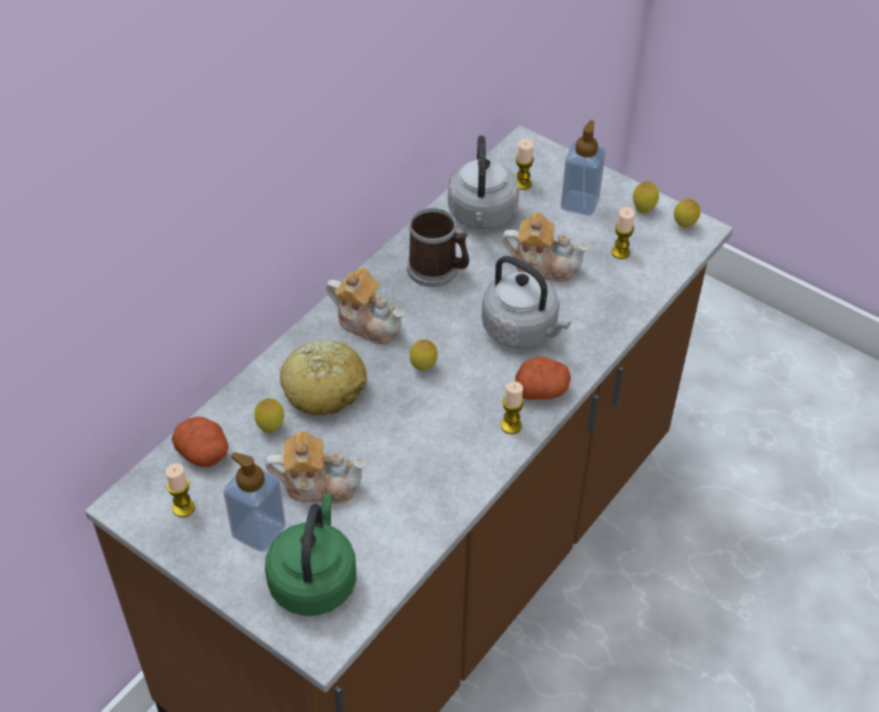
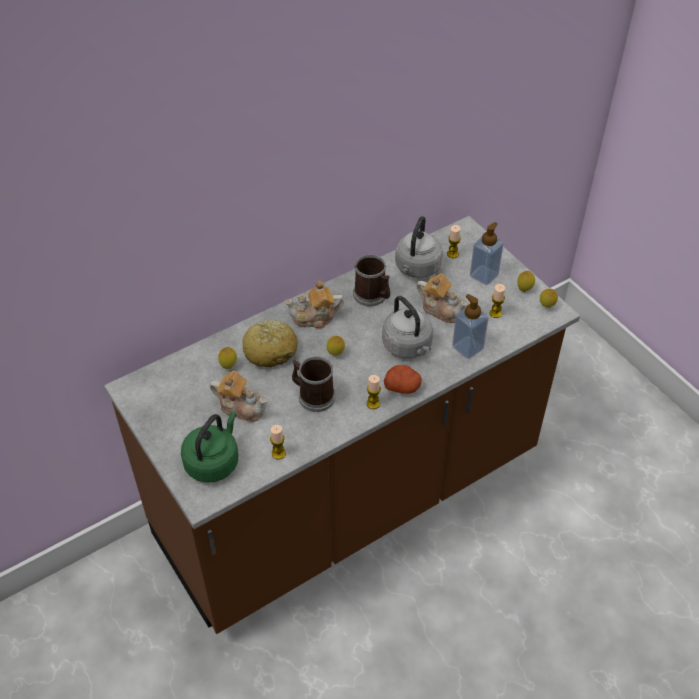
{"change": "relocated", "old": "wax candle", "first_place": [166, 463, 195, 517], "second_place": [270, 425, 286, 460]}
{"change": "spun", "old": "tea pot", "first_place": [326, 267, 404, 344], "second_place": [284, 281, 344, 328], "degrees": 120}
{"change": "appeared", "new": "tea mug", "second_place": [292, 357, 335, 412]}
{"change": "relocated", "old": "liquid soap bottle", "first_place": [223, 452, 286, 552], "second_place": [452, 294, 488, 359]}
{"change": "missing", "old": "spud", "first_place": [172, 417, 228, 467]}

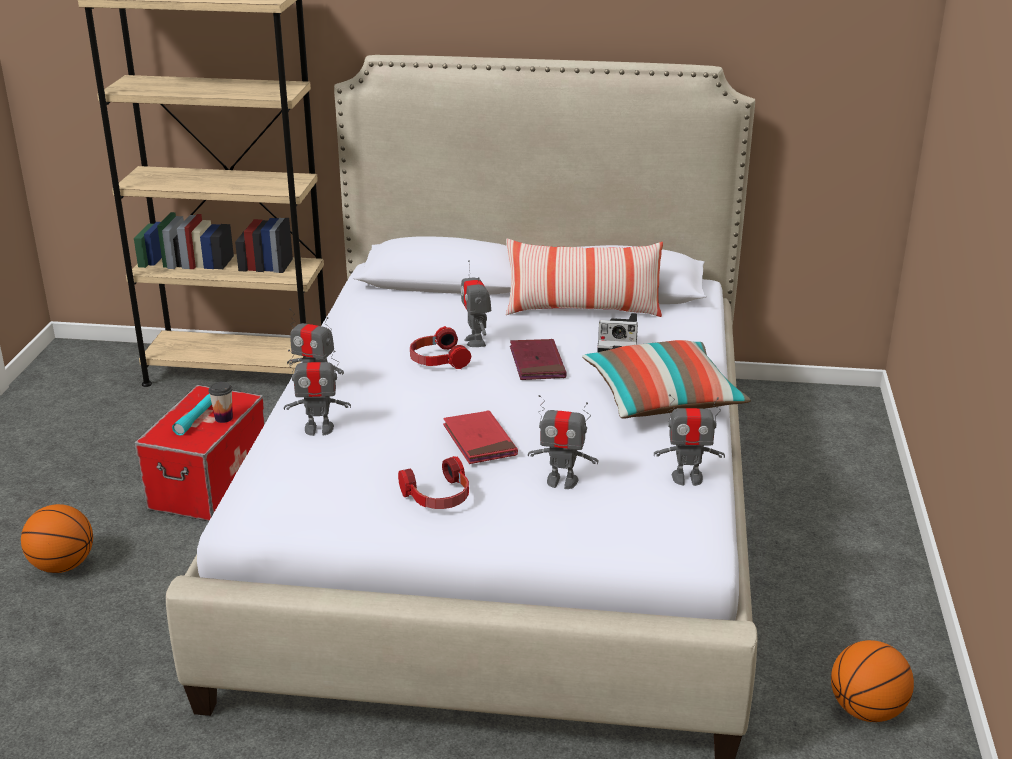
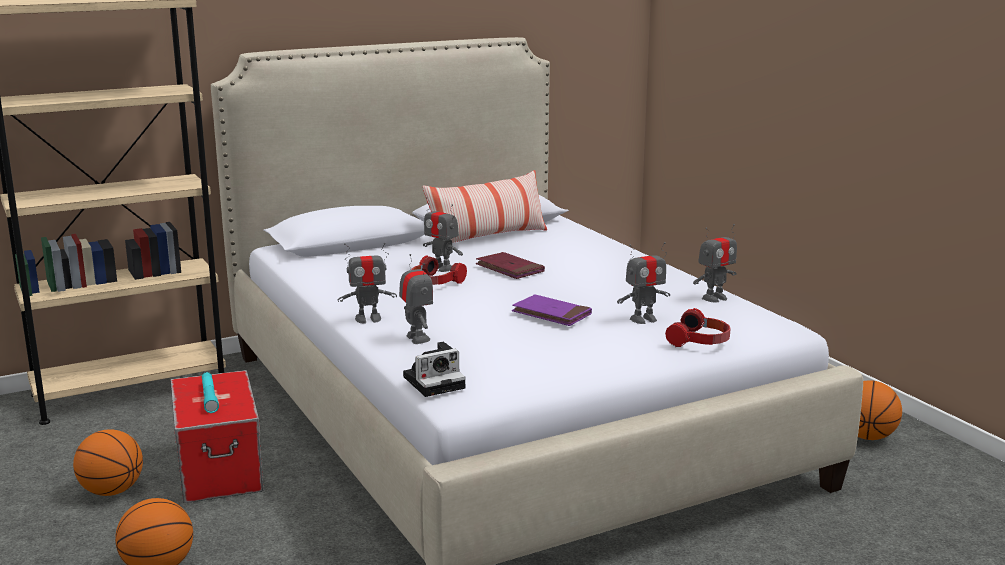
{"change": "appeared", "new": "ball for basketball", "second_place": [73, 429, 143, 496]}
{"change": "spun", "old": "model robot", "first_place": [284, 350, 351, 436], "second_place": [399, 254, 433, 344], "degrees": -75}
{"change": "relocated", "old": "still camera", "first_place": [597, 313, 638, 352], "second_place": [403, 342, 466, 397]}
{"change": "colour", "old": "book (red)", "new": "book (purple-coloured)", "first_place": [443, 411, 518, 464], "second_place": [512, 294, 592, 326]}
{"change": "relocated", "old": "pair of headphones", "first_place": [398, 456, 469, 509], "second_place": [665, 308, 731, 347]}
{"change": "missing", "old": "small cup", "first_place": [208, 382, 233, 423]}
{"change": "missing", "old": "throw pillow", "first_place": [582, 340, 751, 419]}

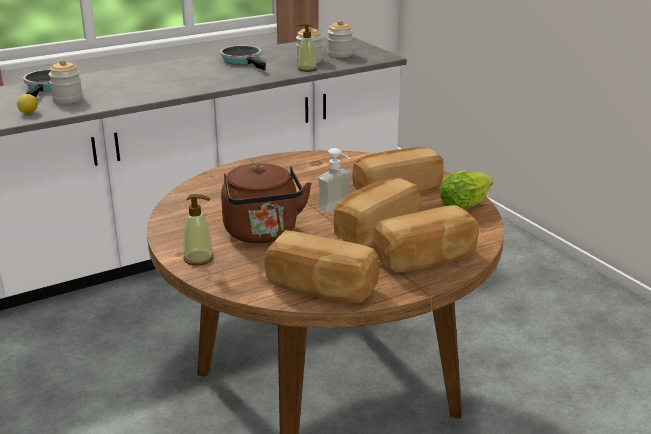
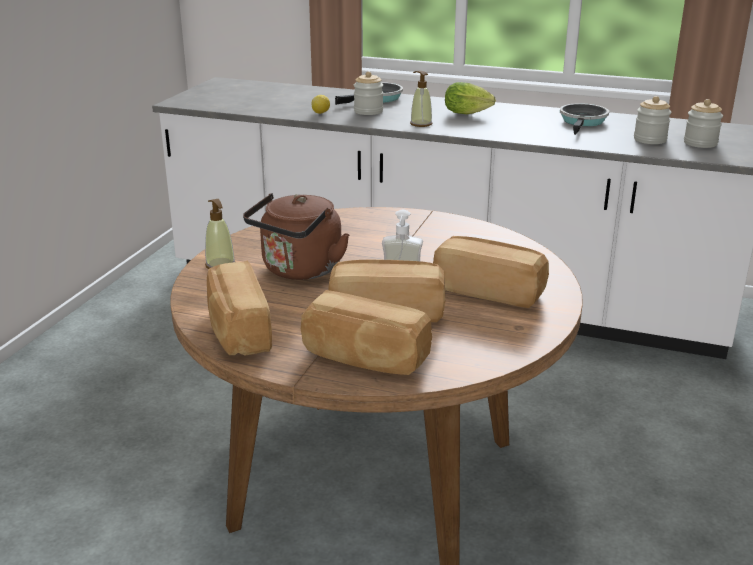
{"change": "relocated", "old": "liquid soap bottle", "first_place": [297, 23, 317, 72], "second_place": [410, 71, 432, 127]}
{"change": "relocated", "old": "lettuce head", "first_place": [439, 171, 493, 210], "second_place": [445, 82, 496, 114]}

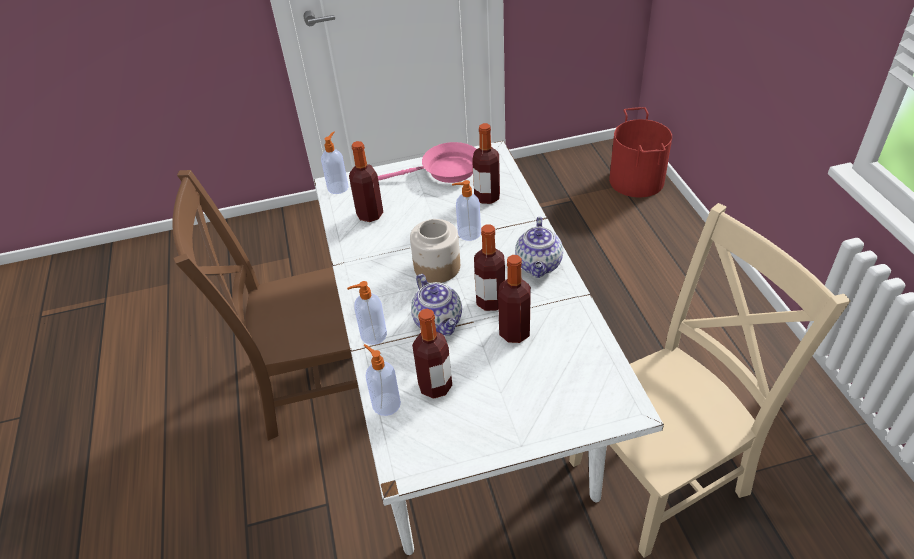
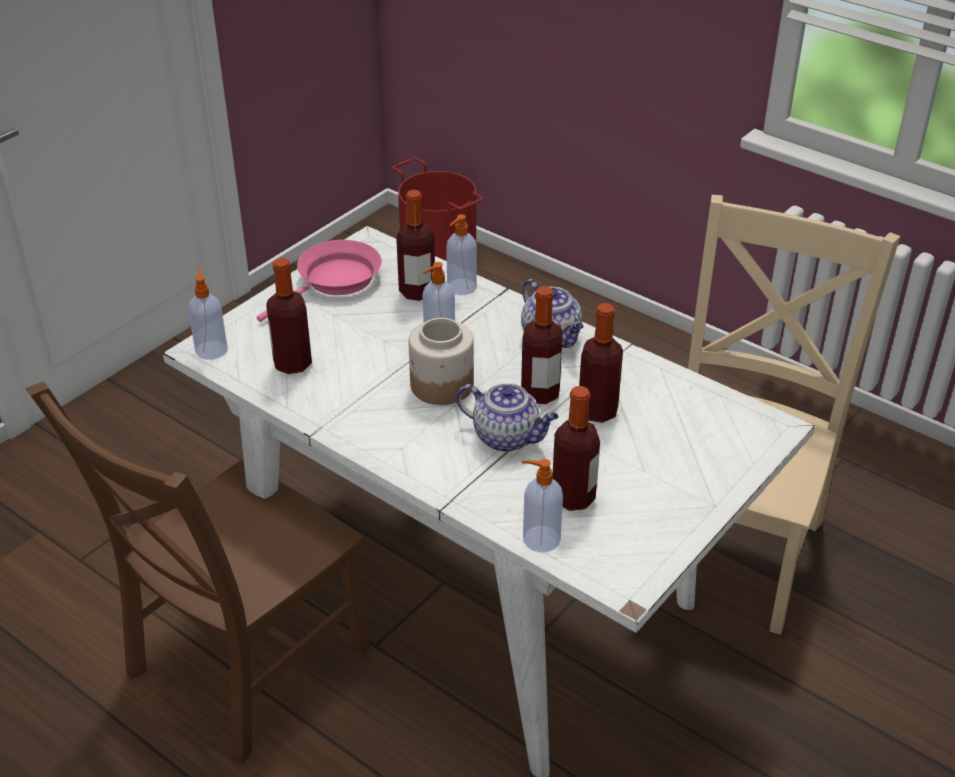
{"change": "relocated", "old": "liquid soap bottle", "first_place": [347, 281, 387, 345], "second_place": [446, 214, 477, 295]}

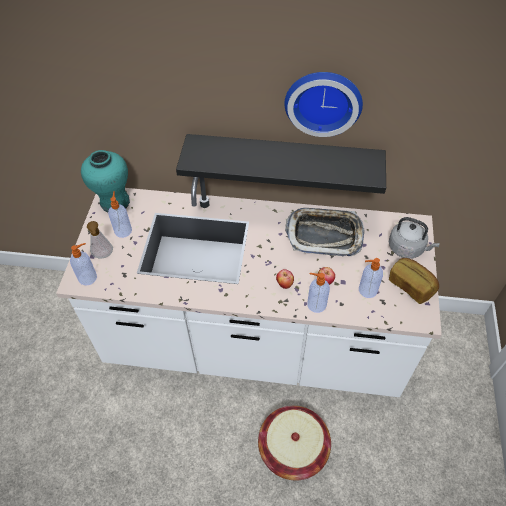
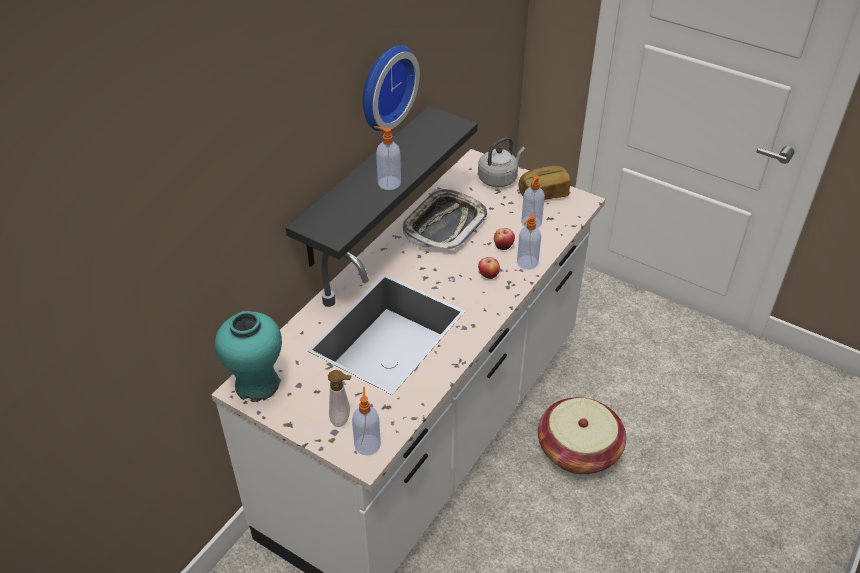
{"change": "relocated", "old": "liquid soap bottle", "first_place": [108, 191, 132, 238], "second_place": [374, 126, 401, 190]}

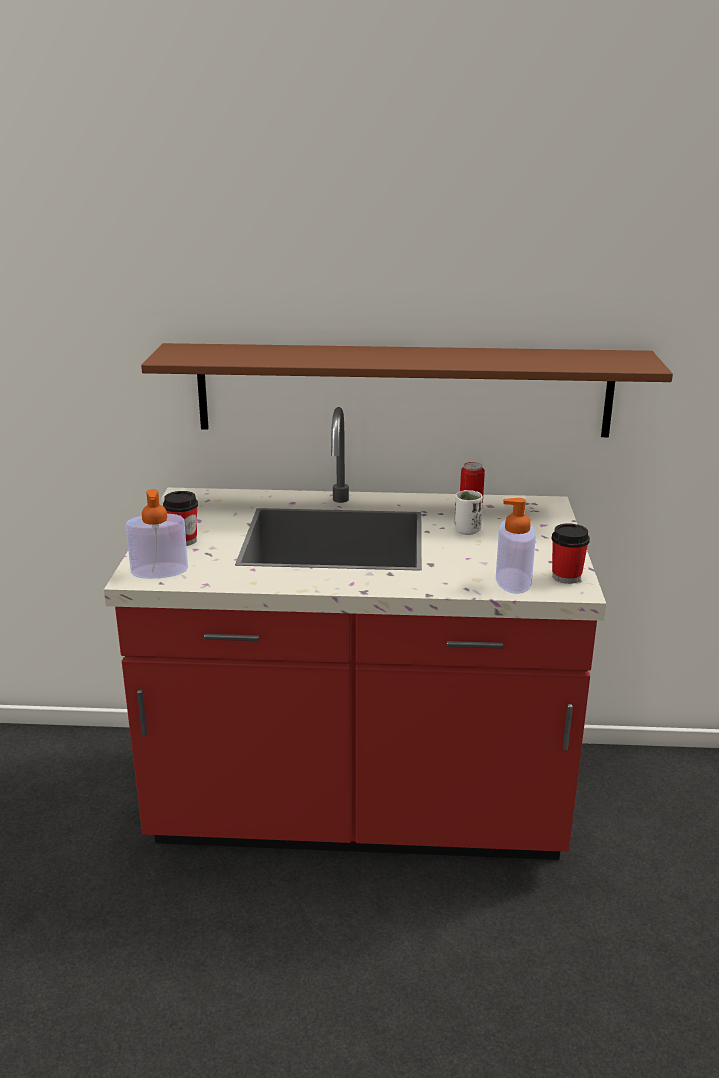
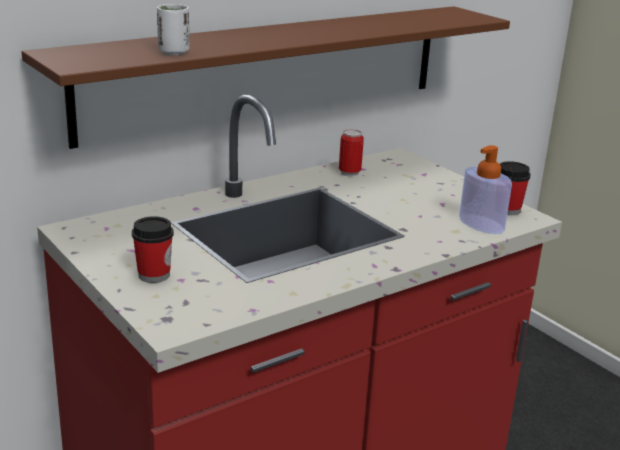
{"change": "relocated", "old": "small cup (white-coloured)", "first_place": [454, 490, 483, 535], "second_place": [157, 4, 190, 55]}
{"change": "missing", "old": "liquid soap bottle", "first_place": [126, 489, 188, 579]}

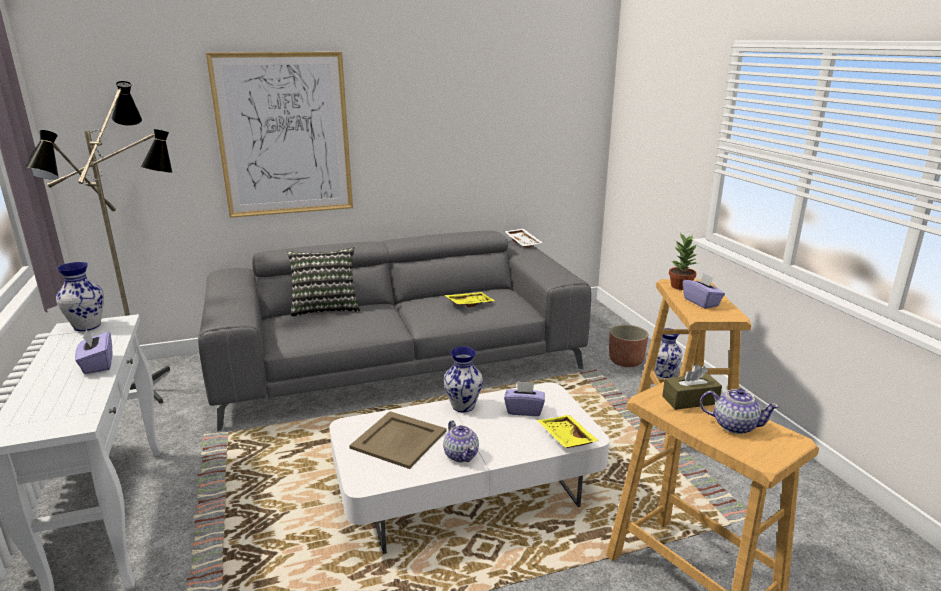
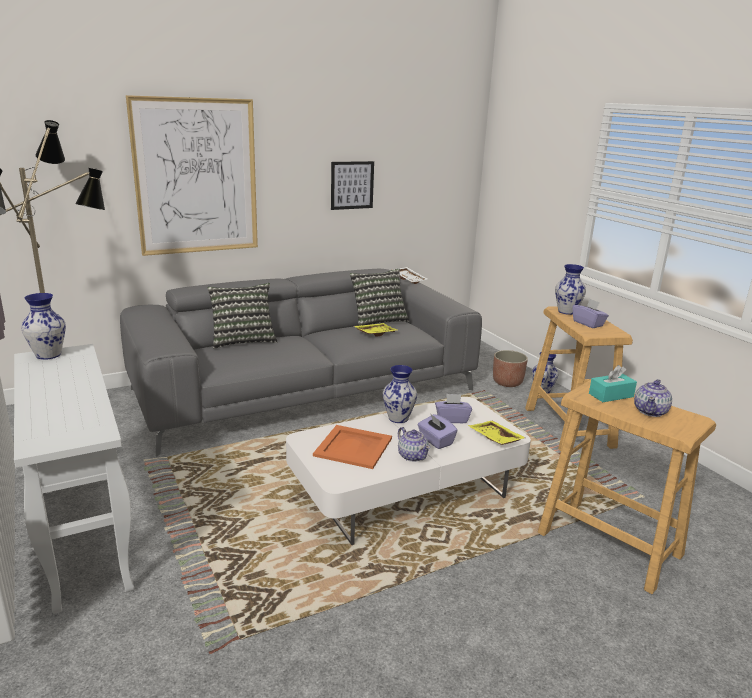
{"change": "colour", "old": "serving tray (sand-coloured)", "new": "serving tray (orangey)", "first_place": [349, 411, 446, 469], "second_place": [313, 425, 392, 469]}
{"change": "appeared", "new": "wall picture", "second_place": [331, 161, 374, 210]}
{"change": "appeared", "new": "throw pillow", "second_place": [350, 269, 409, 326]}
{"change": "relocated", "old": "box of tissues (purple-coloured)", "first_place": [75, 329, 112, 374], "second_place": [417, 413, 457, 449]}
{"change": "exchanged", "old": "plant in a pot", "new": "vase", "first_place": [669, 233, 698, 290], "second_place": [555, 264, 586, 315]}
{"change": "colour", "old": "box of tissues (brown-coloured)", "new": "box of tissues (turquoise)", "first_place": [662, 364, 722, 410], "second_place": [589, 365, 637, 402]}
{"change": "spun", "old": "tea pot", "first_place": [700, 388, 780, 434], "second_place": [634, 379, 672, 417], "degrees": 105}

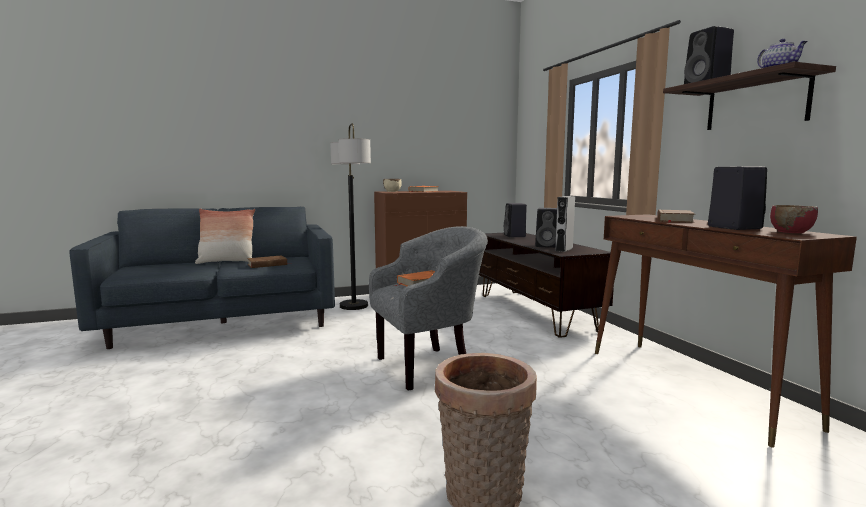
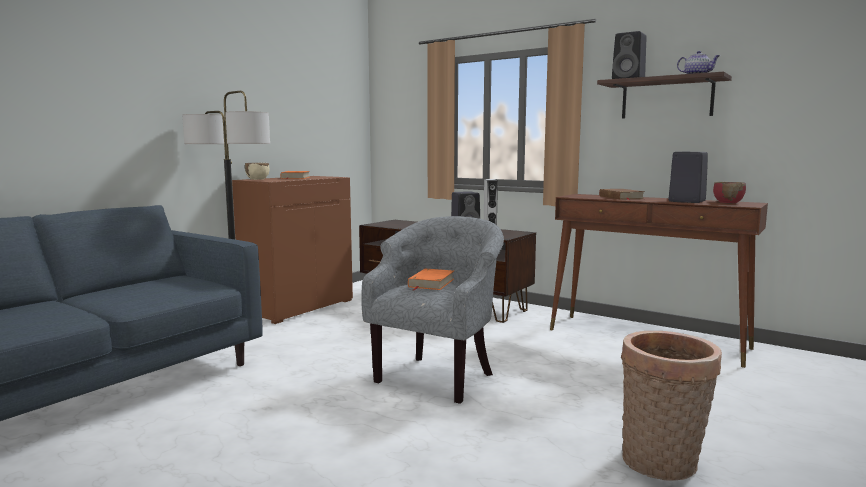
{"change": "missing", "old": "throw pillow", "first_place": [195, 208, 255, 264]}
{"change": "missing", "old": "book (brown-coloured)", "first_place": [247, 255, 292, 268]}
{"change": "missing", "old": "audio speaker (blackish)", "first_place": [504, 203, 527, 237]}

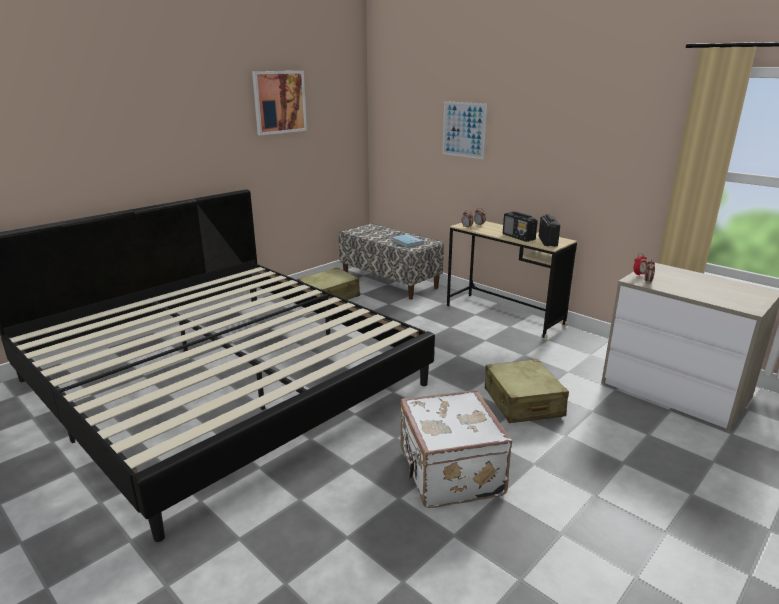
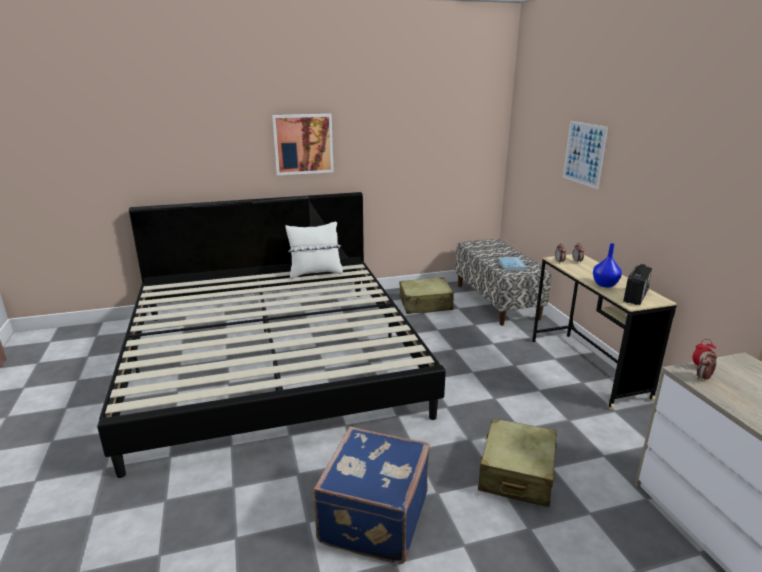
{"change": "relocated", "old": "wall picture", "first_place": [252, 71, 307, 135], "second_place": [272, 114, 334, 175]}
{"change": "appeared", "new": "throw pillow (white-coloured)", "second_place": [285, 222, 343, 279]}
{"change": "colour", "old": "suitcase (white-coloured)", "new": "suitcase (blue)", "first_place": [399, 390, 512, 508], "second_place": [313, 427, 430, 564]}
{"change": "exchanged", "old": "radio", "new": "vase (blue)", "first_place": [503, 211, 538, 242], "second_place": [593, 243, 622, 288]}

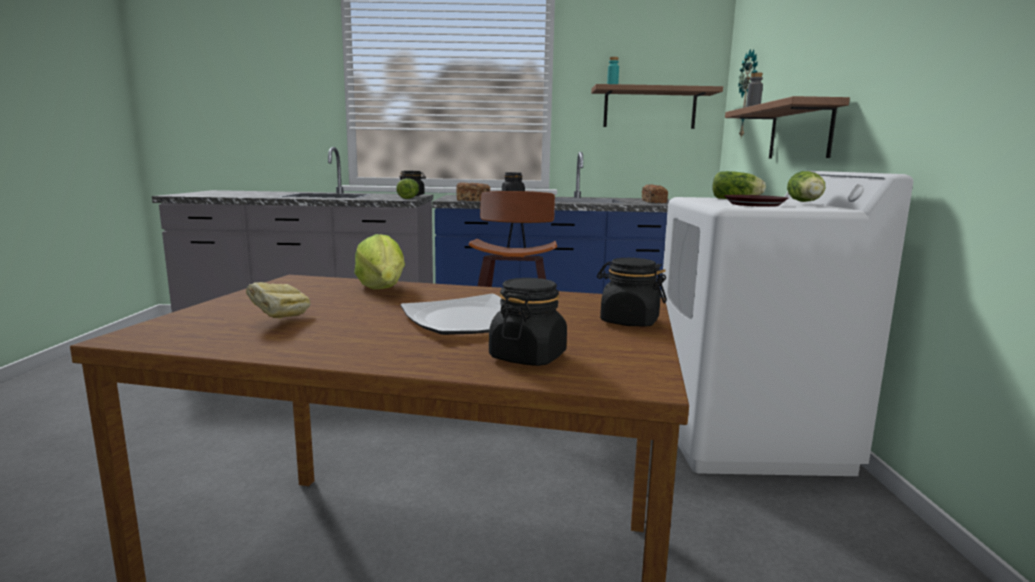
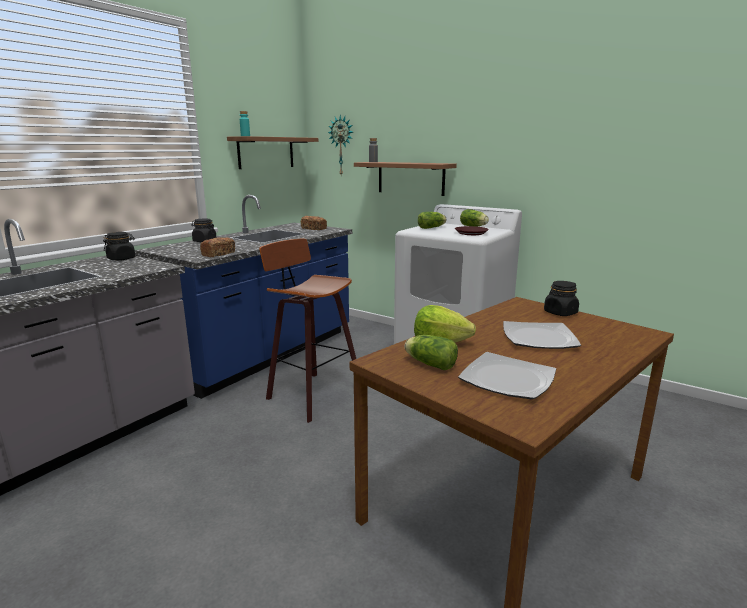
{"change": "relocated", "old": "lettuce head", "first_place": [396, 178, 419, 199], "second_place": [404, 335, 458, 370]}
{"change": "exchanged", "old": "bread", "new": "plate", "first_place": [246, 282, 311, 319], "second_place": [458, 352, 556, 399]}
{"change": "missing", "old": "jar (blackish)", "first_place": [489, 278, 567, 366]}

